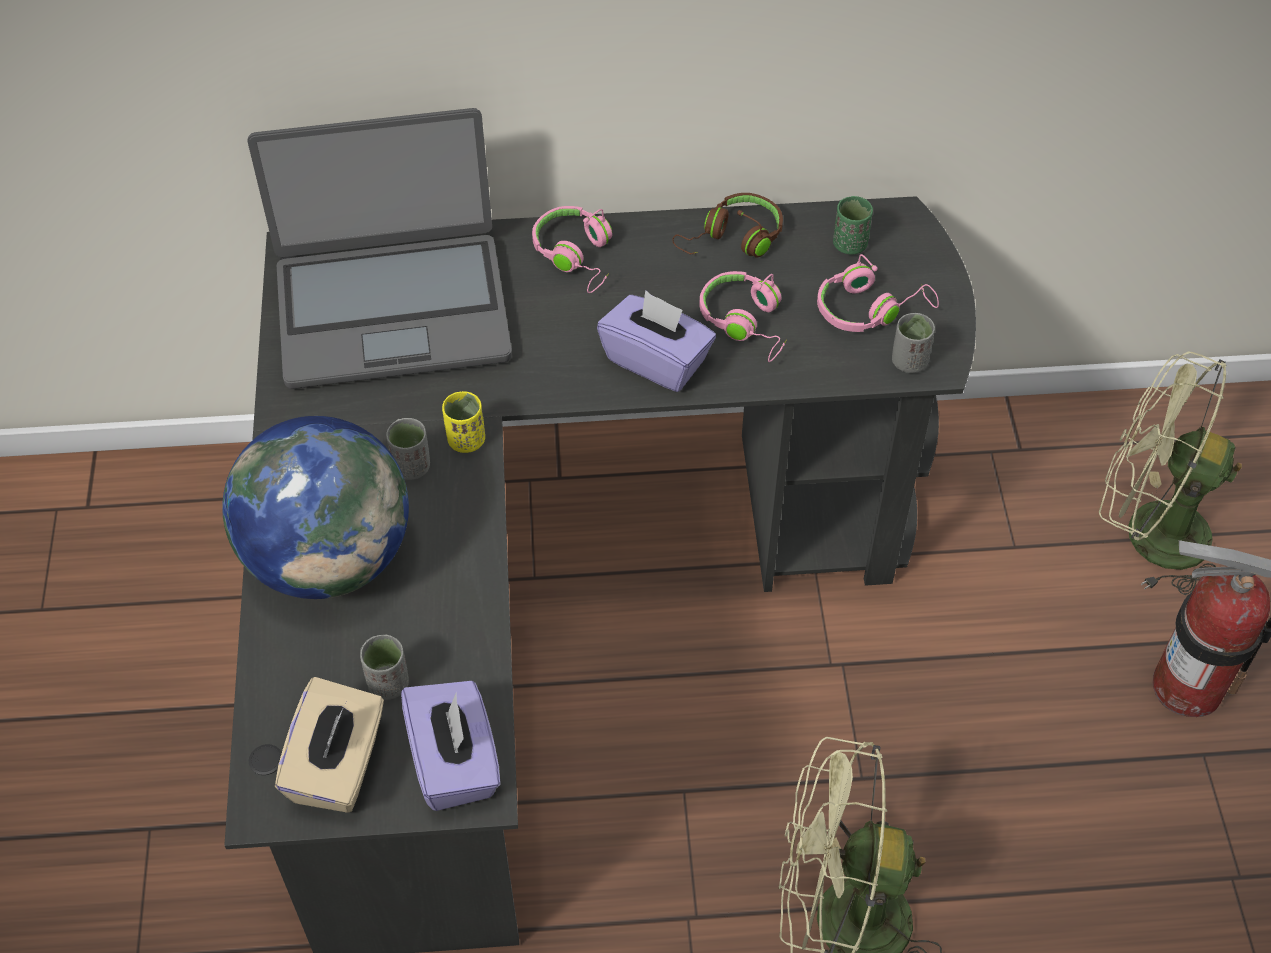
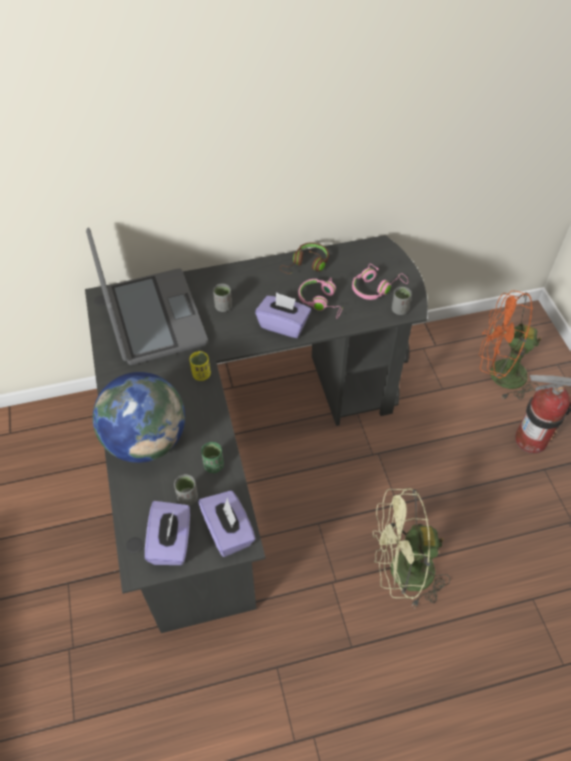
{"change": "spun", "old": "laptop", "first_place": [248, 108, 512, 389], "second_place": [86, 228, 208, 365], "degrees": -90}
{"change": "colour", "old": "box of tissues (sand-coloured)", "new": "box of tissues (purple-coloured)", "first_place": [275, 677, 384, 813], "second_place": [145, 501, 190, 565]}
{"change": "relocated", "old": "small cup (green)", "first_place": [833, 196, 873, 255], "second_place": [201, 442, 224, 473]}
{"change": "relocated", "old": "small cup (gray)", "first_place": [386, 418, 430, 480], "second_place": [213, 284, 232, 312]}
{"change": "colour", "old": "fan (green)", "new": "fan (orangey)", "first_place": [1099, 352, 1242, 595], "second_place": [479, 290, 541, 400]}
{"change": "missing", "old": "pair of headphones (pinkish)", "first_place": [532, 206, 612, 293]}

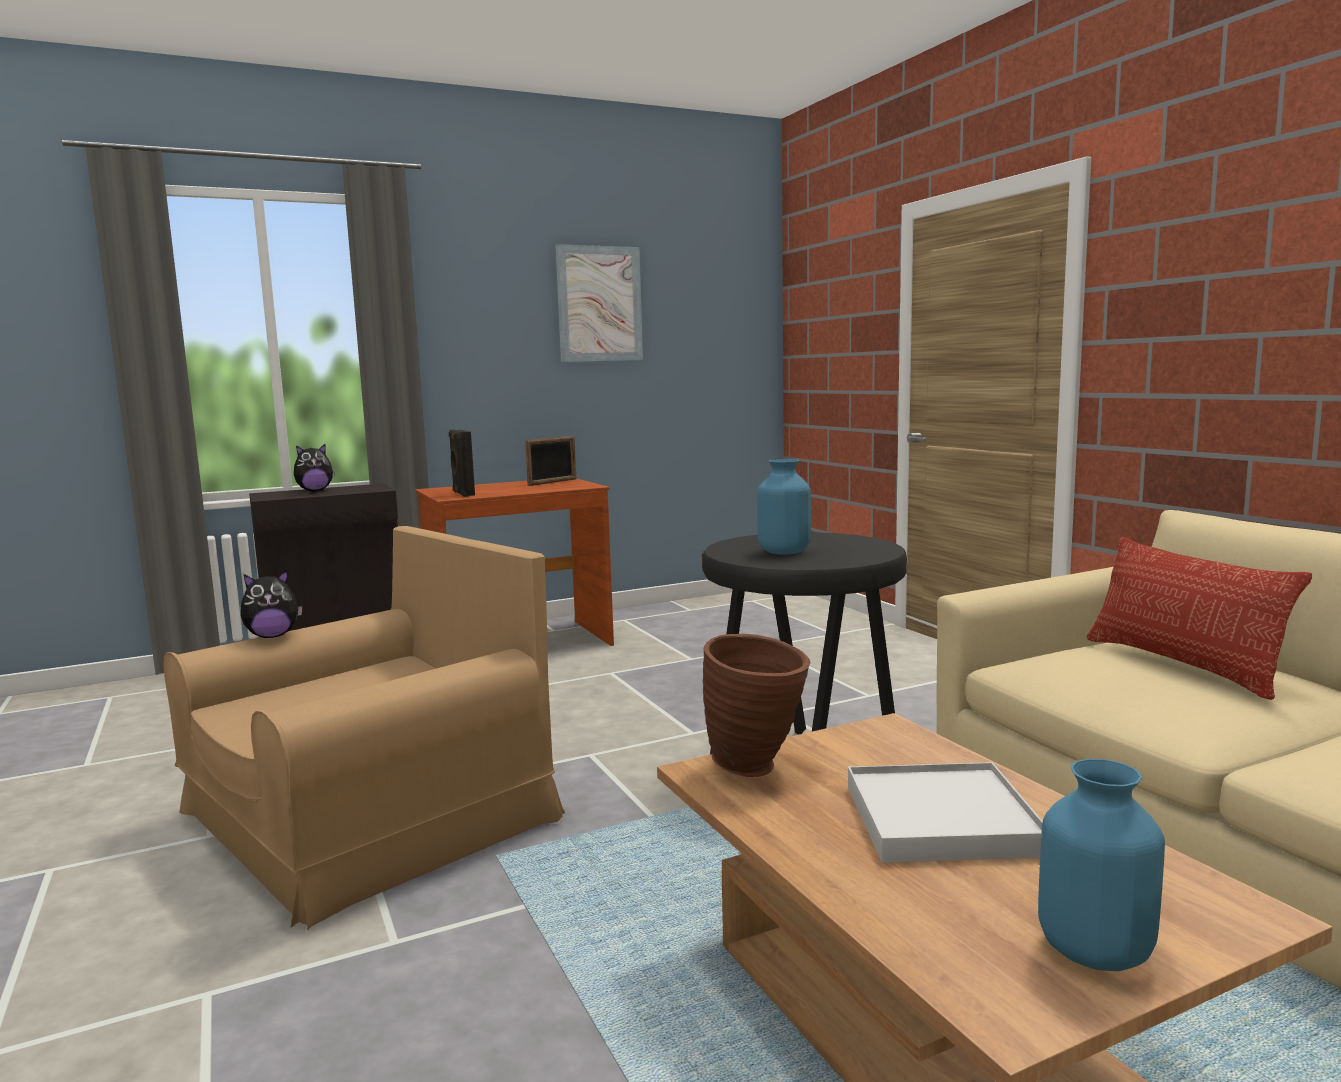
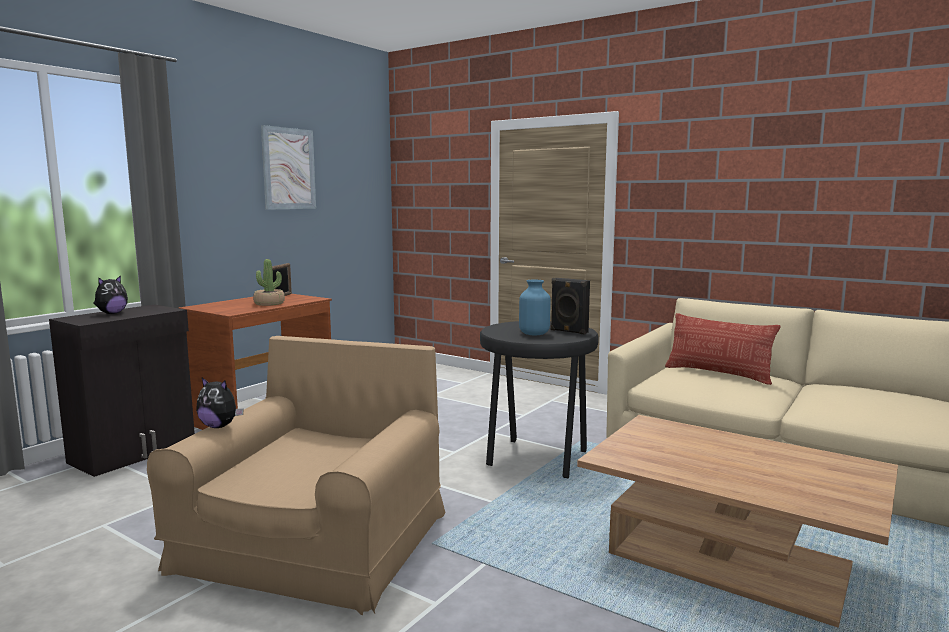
{"change": "spun", "old": "plush toy", "first_place": [241, 570, 302, 638], "second_place": [196, 378, 243, 428], "degrees": 75}
{"change": "appeared", "new": "plant in a pot", "second_place": [253, 259, 285, 306]}
{"change": "relocated", "old": "audio speaker (blackish)", "first_place": [449, 429, 475, 497], "second_place": [551, 278, 590, 335]}
{"change": "missing", "old": "vase (brown-coloured)", "first_place": [703, 634, 810, 777]}
{"change": "missing", "old": "serving tray (white-coloured)", "first_place": [848, 762, 1043, 863]}
{"change": "missing", "old": "vase (blue)", "first_place": [1038, 759, 1165, 971]}

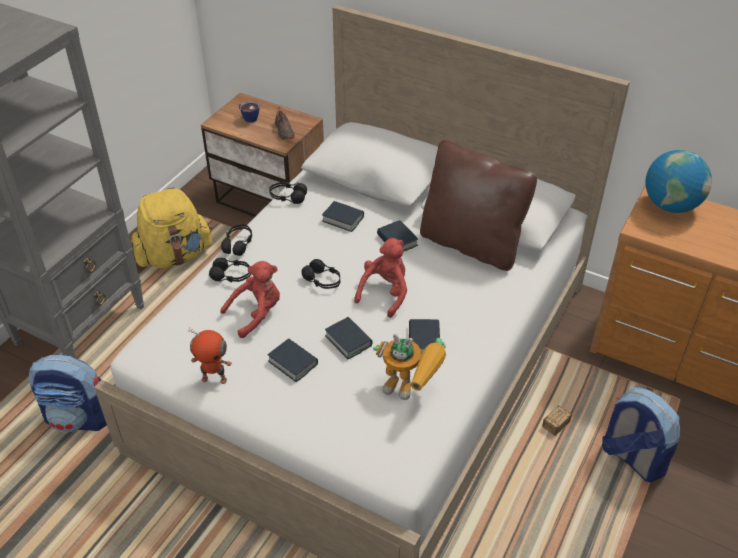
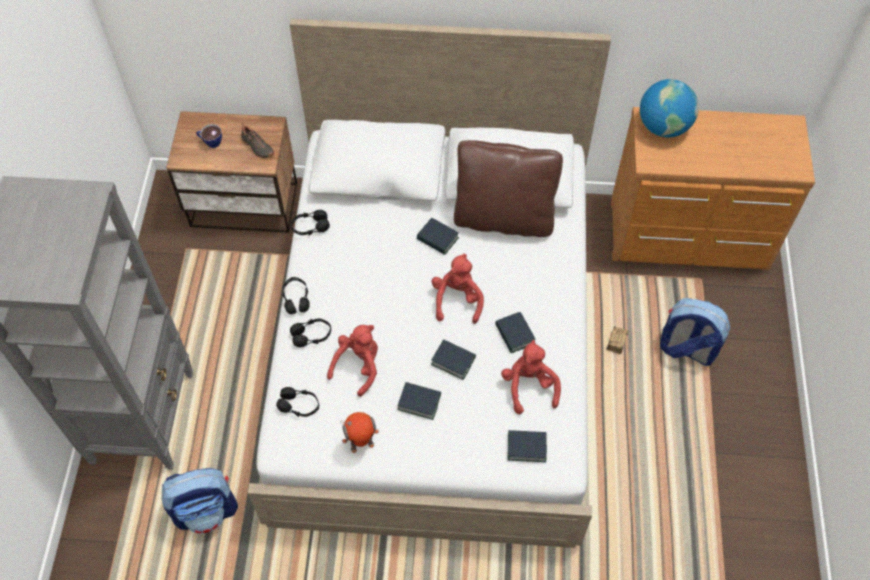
{"change": "relocated", "old": "pair of headphones (blackish)", "first_place": [302, 259, 340, 289], "second_place": [276, 387, 319, 417]}
{"change": "exchanged", "old": "model robot", "new": "plush toy (red)", "first_place": [373, 333, 446, 400], "second_place": [501, 340, 561, 414]}
{"change": "relocated", "old": "book", "first_place": [322, 201, 364, 232], "second_place": [508, 430, 547, 462]}
{"change": "missing", "old": "rucksack (yellow-coloured)", "first_place": [131, 187, 212, 269]}

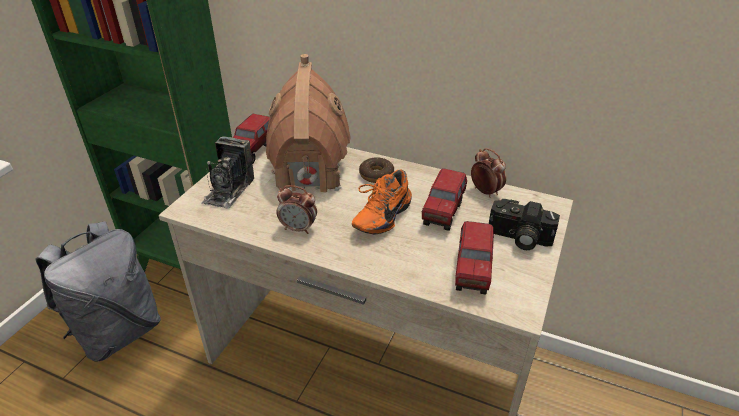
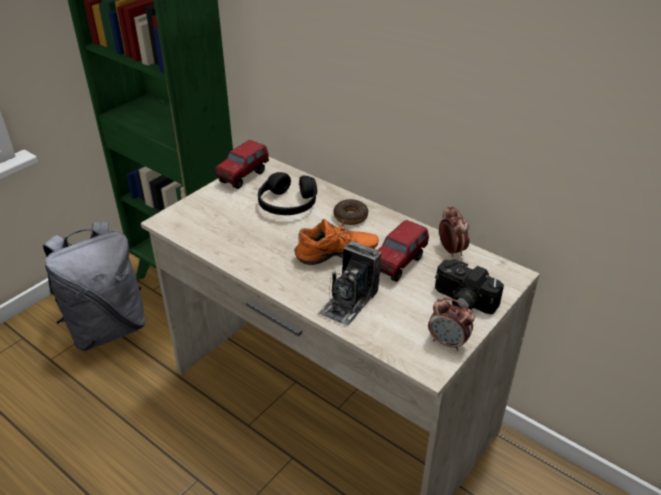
{"change": "exchanged", "old": "miniature house", "new": "pair of headphones (blackish)", "first_place": [266, 54, 351, 193], "second_place": [258, 172, 317, 215]}
{"change": "spun", "old": "item of footwear (orangey)", "first_place": [352, 170, 412, 234], "second_place": [294, 219, 378, 265], "degrees": -150}
{"change": "relocated", "old": "still camera", "first_place": [201, 136, 254, 209], "second_place": [318, 241, 381, 326]}
{"change": "relocated", "old": "table clock", "first_place": [276, 185, 317, 234], "second_place": [428, 297, 475, 351]}
{"change": "missing", "old": "model truck", "first_place": [455, 221, 494, 295]}

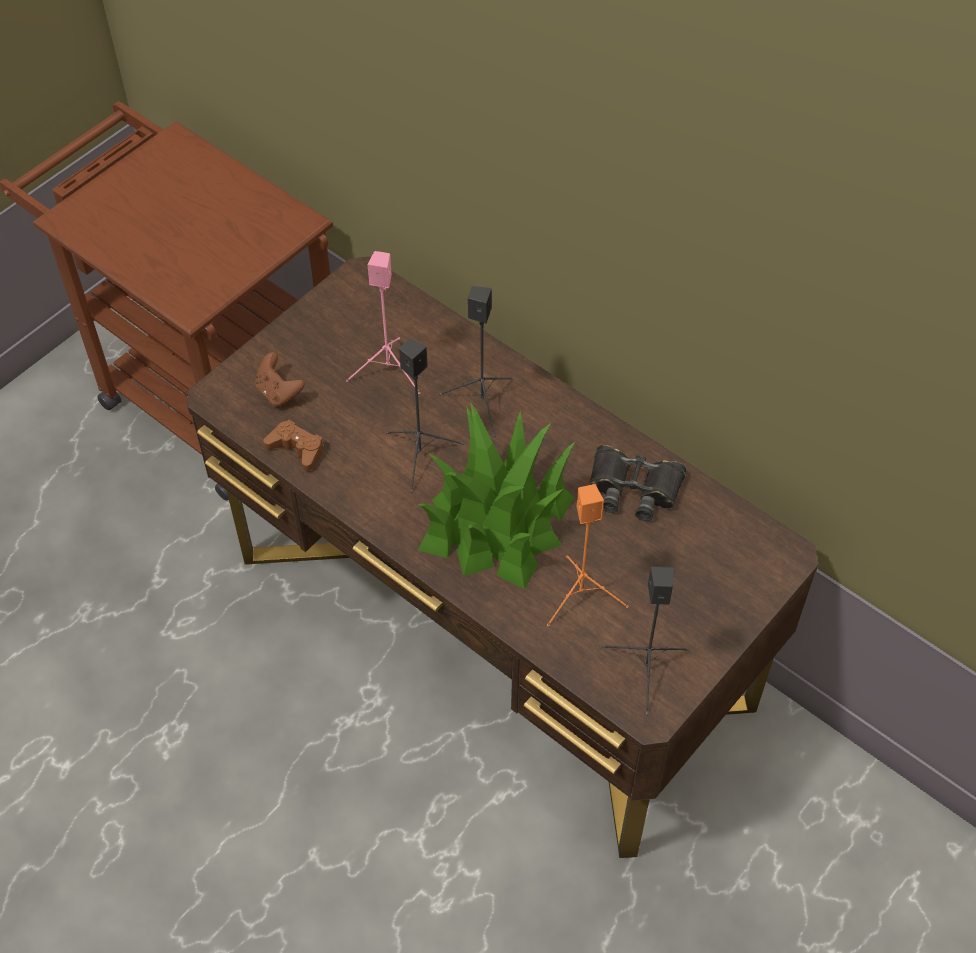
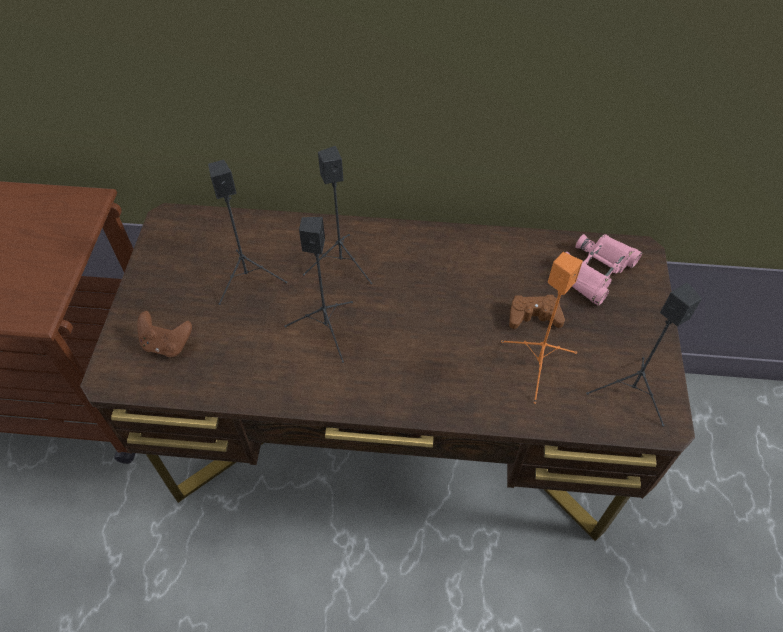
{"change": "colour", "old": "audio speaker (pinkish)", "new": "audio speaker (blackish)", "first_place": [346, 251, 420, 394], "second_place": [208, 160, 288, 305]}
{"change": "relocated", "old": "joypad (brown-coloured)", "first_place": [264, 420, 324, 471], "second_place": [509, 295, 565, 329]}
{"change": "appeared", "new": "pair of binoculars (pinkish)", "second_place": [565, 234, 642, 306]}
{"change": "missing", "old": "plant in a pot", "first_place": [418, 403, 576, 589]}
{"change": "missing", "old": "pair of binoculars (blackish)", "first_place": [589, 445, 686, 521]}

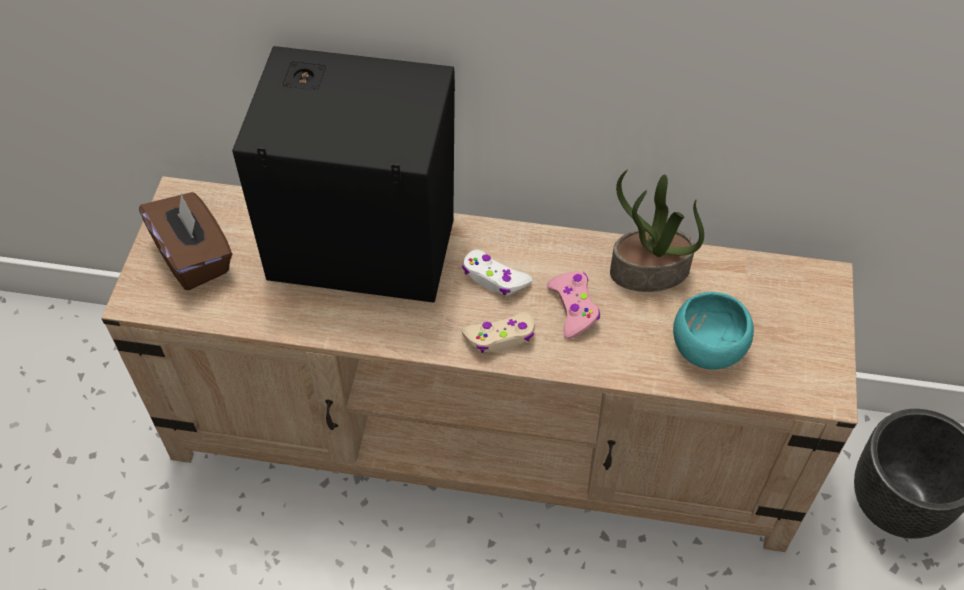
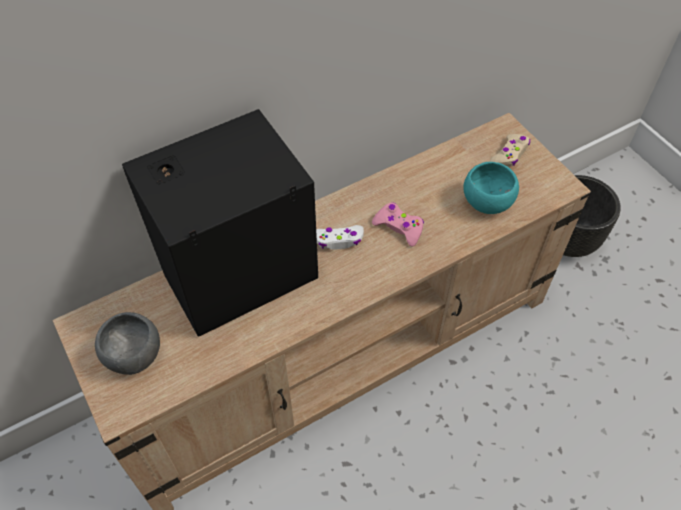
{"change": "exchanged", "old": "box of tissues (brown-coloured)", "new": "deep dish (gray)", "first_place": [139, 192, 232, 290], "second_place": [95, 312, 160, 375]}
{"change": "relocated", "old": "joypad (sand-coloured)", "first_place": [462, 312, 535, 353], "second_place": [489, 134, 530, 167]}
{"change": "missing", "old": "plant in a pot", "first_place": [610, 170, 704, 292]}

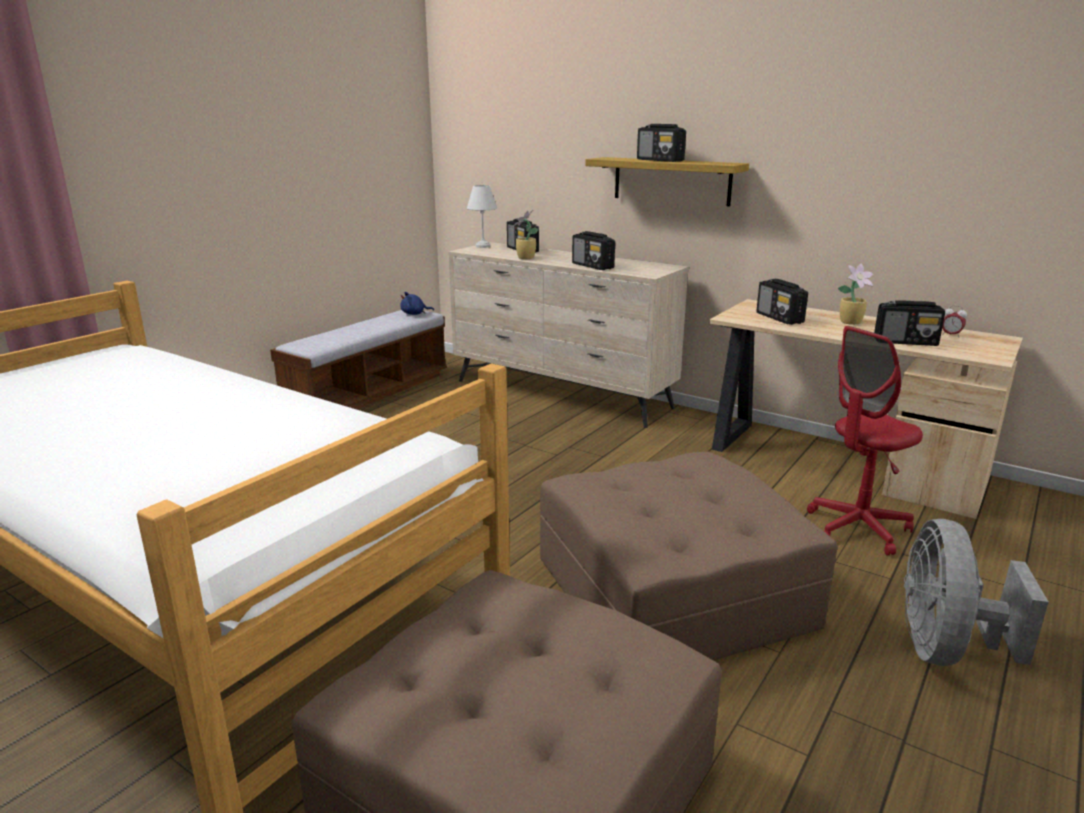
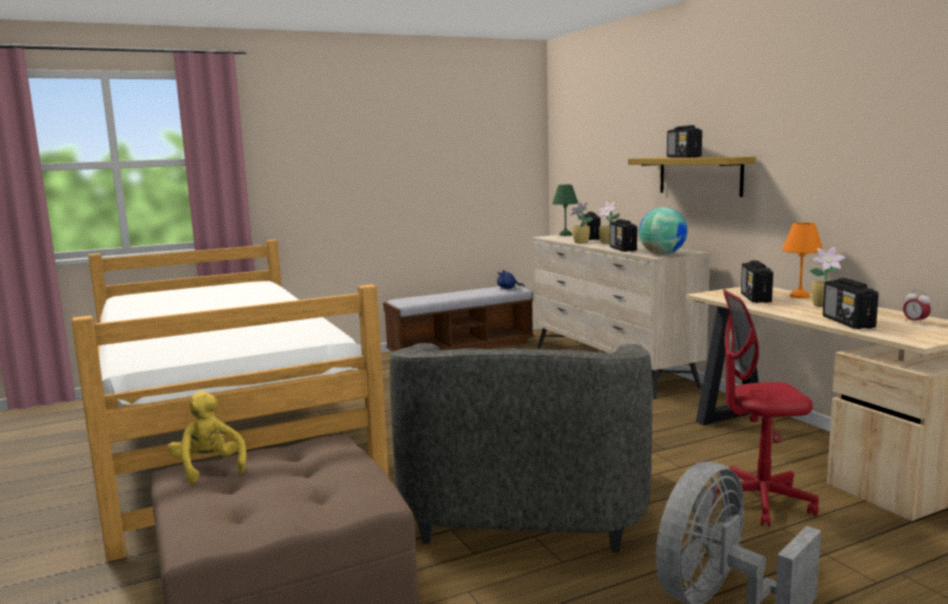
{"change": "appeared", "new": "plush toy (yellow-coloured)", "second_place": [168, 391, 246, 484]}
{"change": "exchanged", "old": "pouffe (brown-coloured)", "new": "lounge chair (gray)", "first_place": [540, 452, 838, 660], "second_place": [390, 343, 652, 553]}
{"change": "colour", "old": "tabletop lamp (white-coloured)", "new": "tabletop lamp (green)", "first_place": [467, 185, 497, 248], "second_place": [552, 185, 578, 236]}
{"change": "appeared", "new": "plant in a pot", "second_place": [598, 201, 620, 244]}
{"change": "appeared", "new": "world globe", "second_place": [639, 207, 688, 255]}
{"change": "appeared", "new": "tabletop lamp (orangey)", "second_place": [782, 223, 823, 298]}
{"change": "spun", "old": "radio", "first_place": [874, 300, 945, 346], "second_place": [823, 278, 879, 329], "degrees": 45}

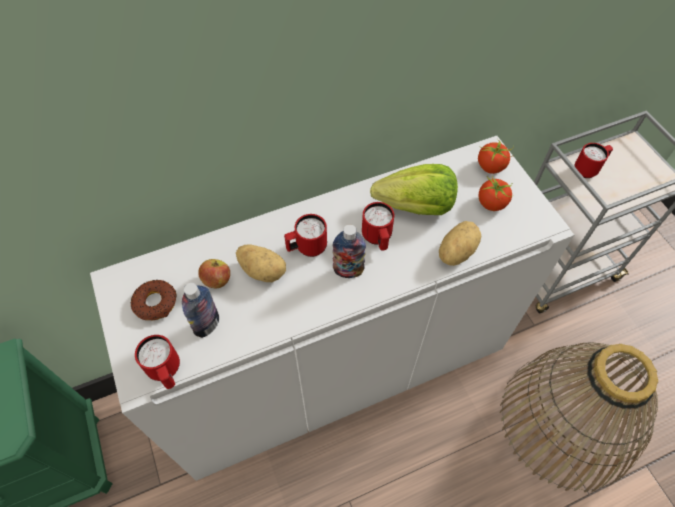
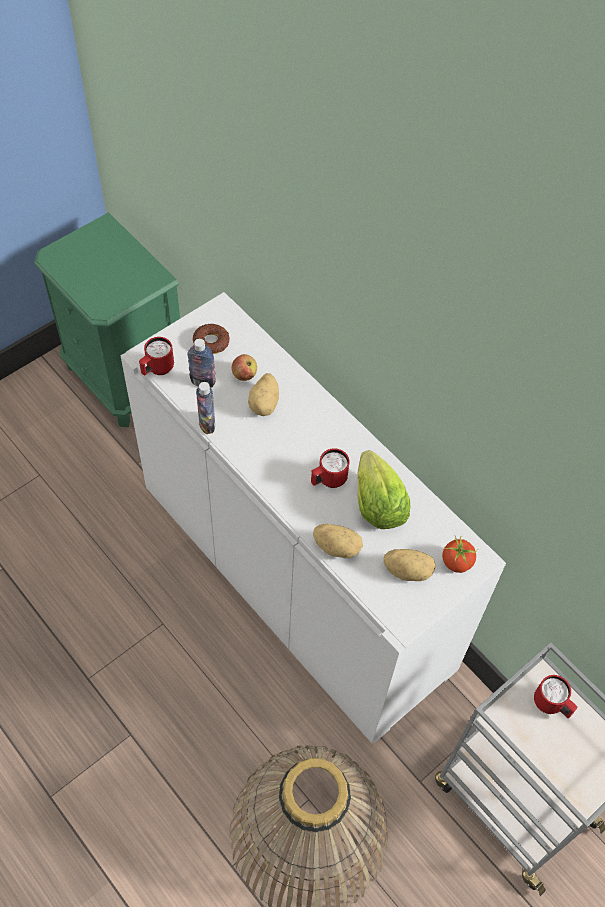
{"change": "relocated", "old": "beverage bottle", "first_place": [332, 224, 366, 278], "second_place": [196, 382, 215, 434]}
{"change": "exchanged", "old": "tomato", "new": "spud", "first_place": [479, 177, 512, 211], "second_place": [384, 549, 436, 581]}
{"change": "missing", "old": "tea mug (red)", "first_place": [284, 214, 327, 257]}

